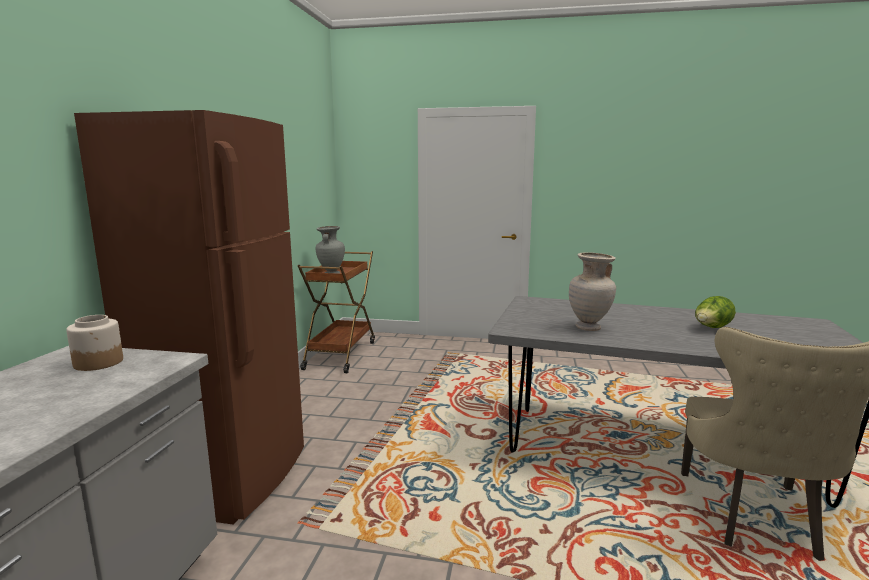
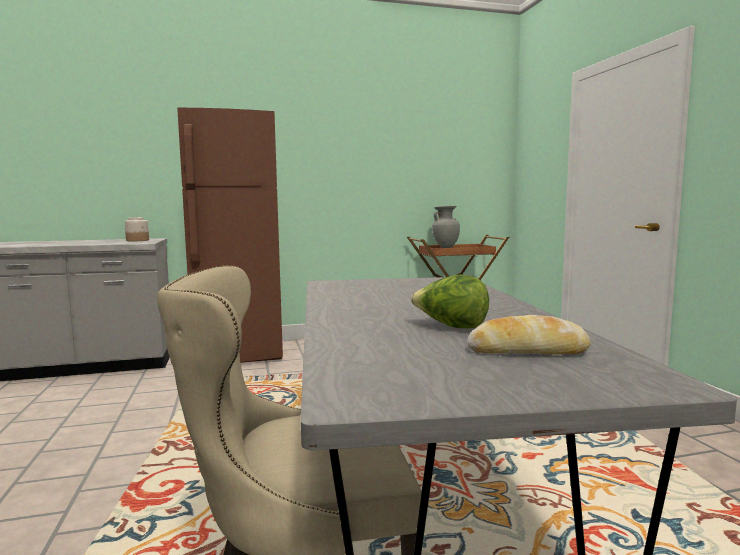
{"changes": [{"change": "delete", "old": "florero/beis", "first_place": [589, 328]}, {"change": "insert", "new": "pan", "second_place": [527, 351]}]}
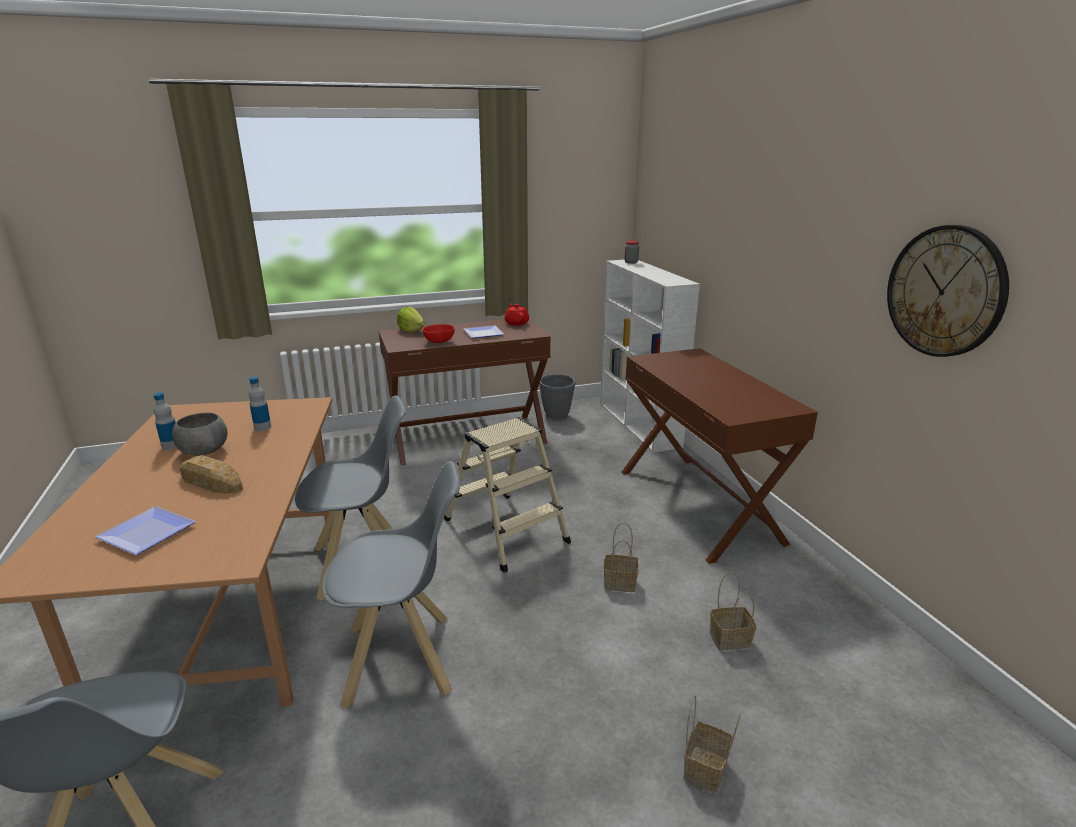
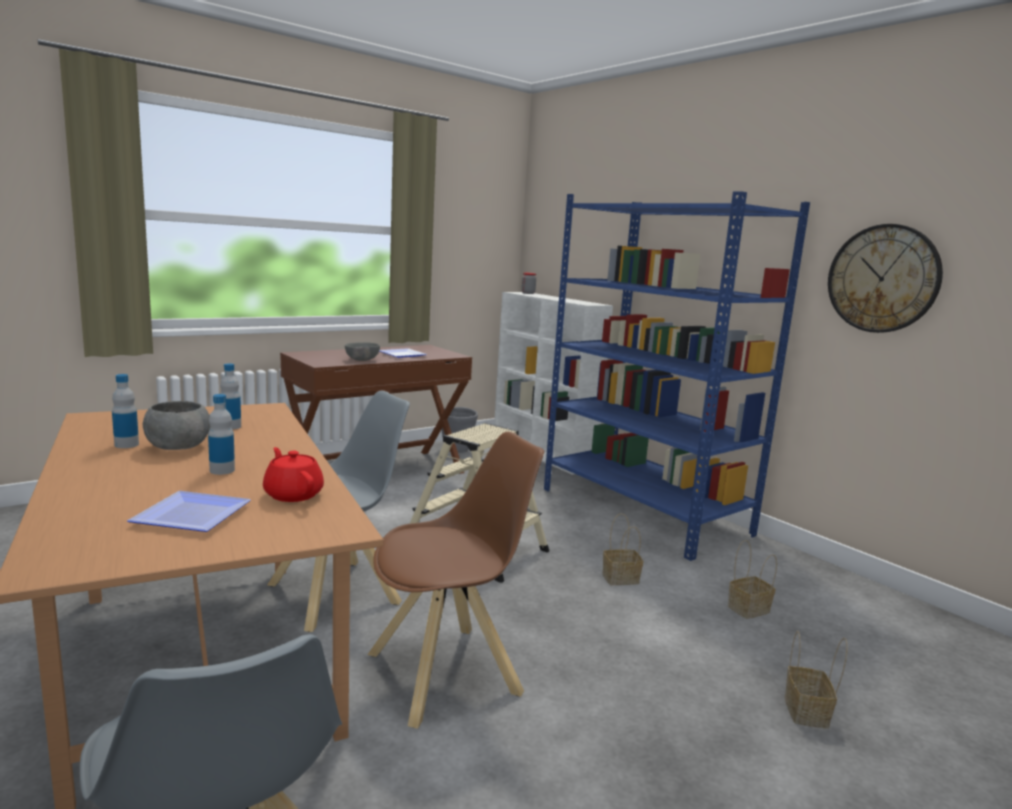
{"changes": [{"change": "delete", "old": "lechuga", "first_place": [411, 330]}, {"change": "move", "old": "tetera/rojo", "first_place": [516, 323], "second_place": [293, 494]}, {"change": "replace", "old": "pan", "new": "botella", "first_place": [211, 482], "second_place": [222, 470]}, {"change": "replace", "old": "mesa consola/marrón", "new": "estantería/azul", "first_place": [698, 505], "second_place": [643, 511]}, {"change": "recolor", "old": "silla/gris", "new": "silla/marrón", "first_place": [403, 658], "second_place": [448, 672]}, {"change": "recolor", "old": "cuenco/rojo", "new": "cuenco/gris", "first_place": [438, 342], "second_place": [361, 360]}]}
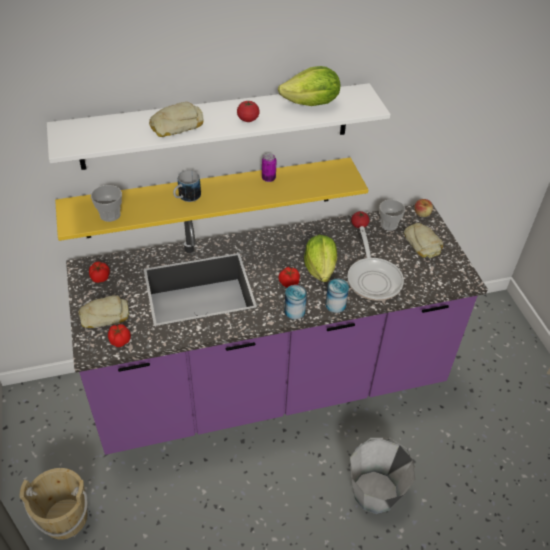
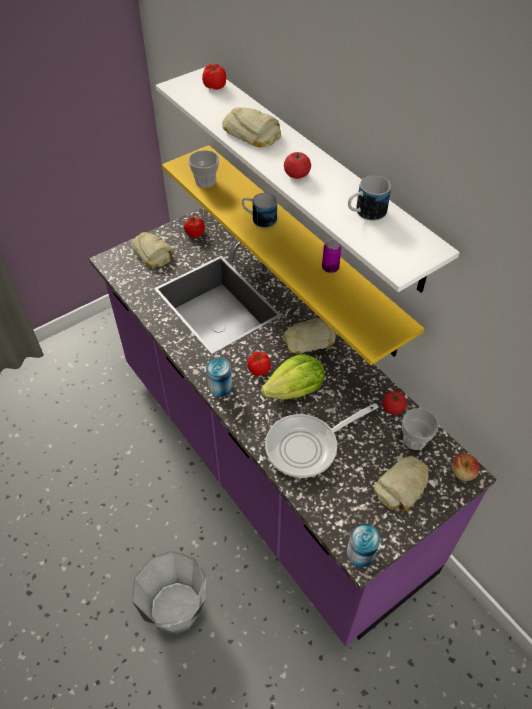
{"changes": [{"change": "delete", "old": "cubo/beis", "first_place": [65, 518]}, {"change": "insert", "new": "pan", "second_place": [308, 339]}, {"change": "move", "old": "tomate", "first_place": [119, 340], "second_place": [215, 86]}, {"change": "move", "old": "lata", "first_place": [335, 305], "second_place": [360, 553]}, {"change": "replace", "old": "lechuga", "new": "taza grande", "first_place": [311, 104], "second_place": [365, 213]}]}
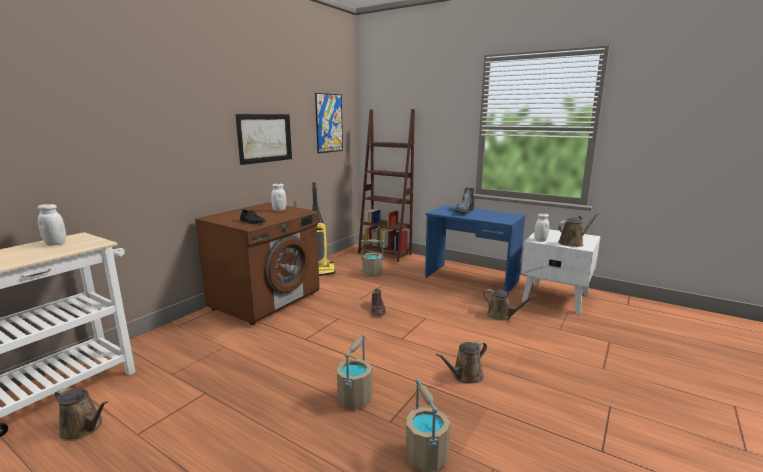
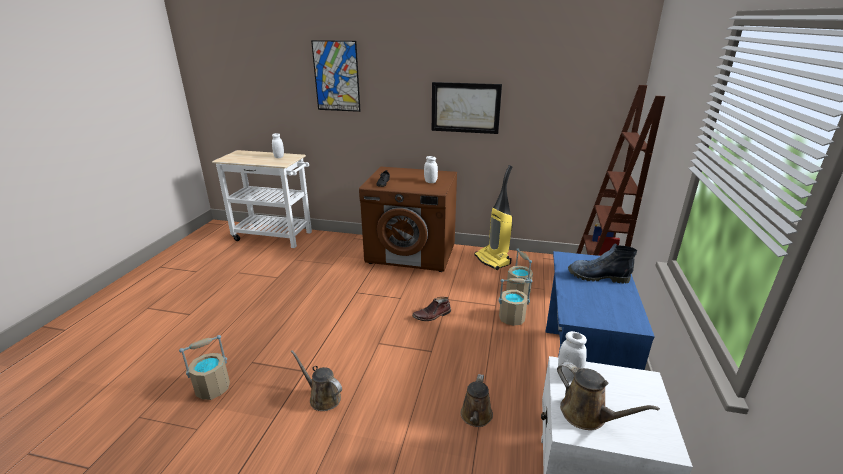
{"changes": [{"change": "delete", "old": "regadera/marrón", "first_place": [84, 428]}, {"change": "move", "old": "cuadro", "first_place": [329, 123], "second_place": [336, 76]}, {"change": "move", "old": "cubo/beis", "first_place": [354, 399], "second_place": [511, 318]}]}
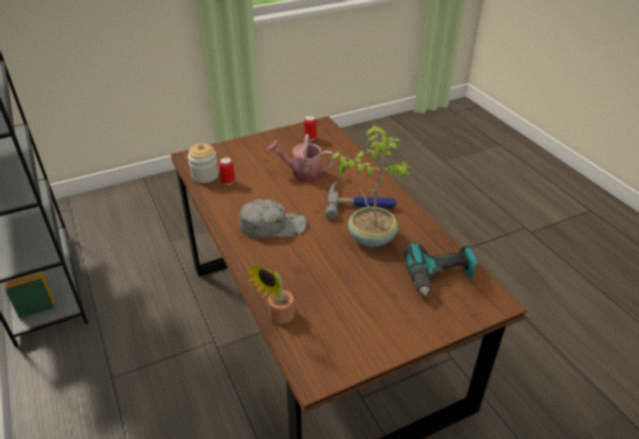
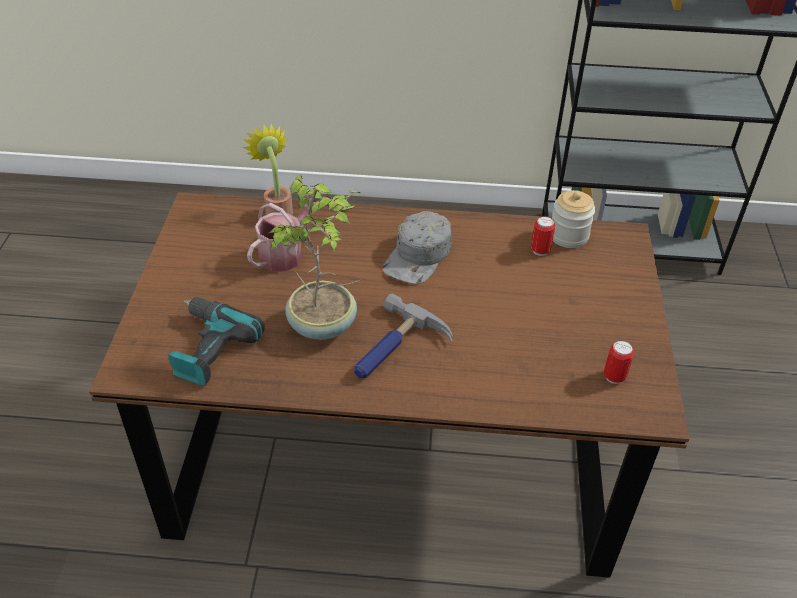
{"changes": [{"change": "move", "old": "regadera", "first_place": [302, 172], "second_place": [285, 253]}]}
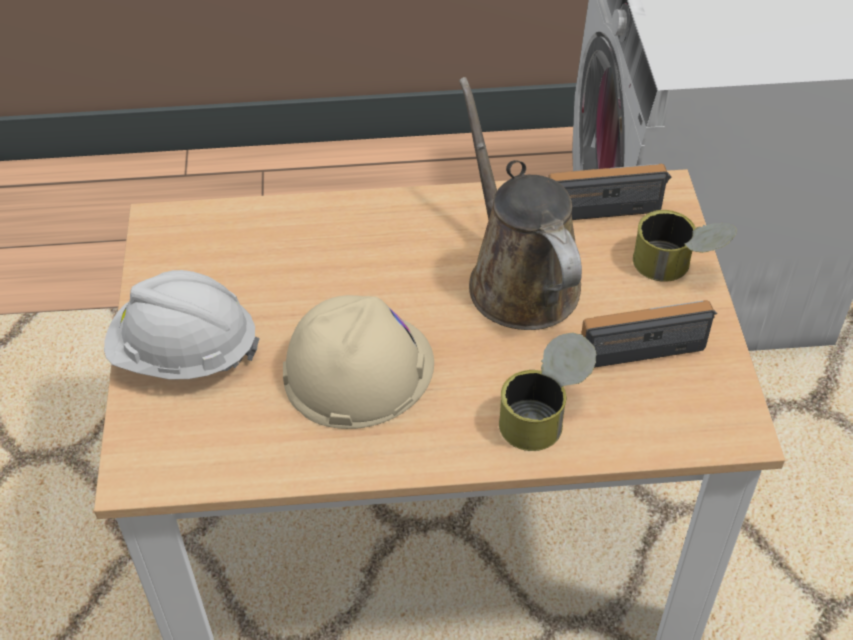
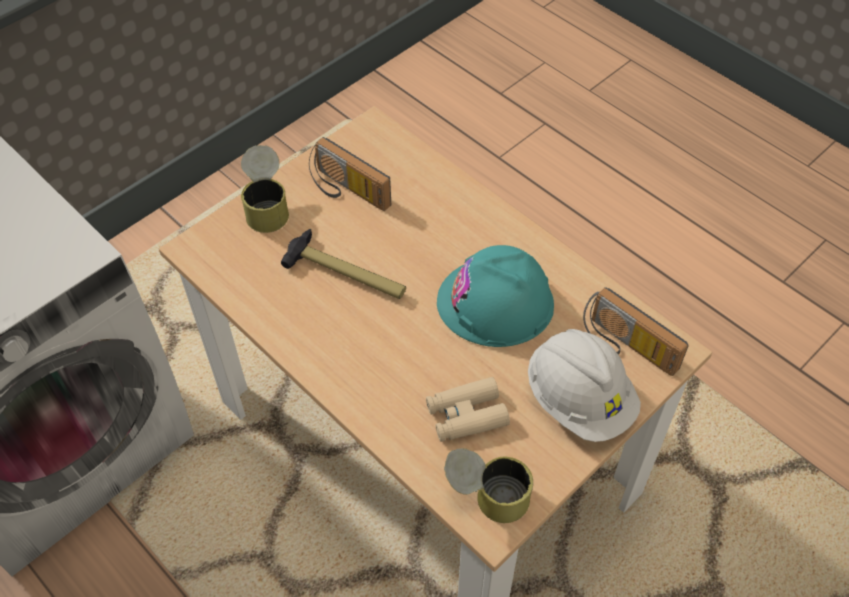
{"changes": [{"change": "insert", "new": "prismáticos/beis", "second_place": [466, 415]}, {"change": "move", "old": "lata", "first_place": [545, 414], "second_place": [486, 496]}, {"change": "move", "old": "radio", "first_place": [604, 203], "second_place": [625, 348]}, {"change": "replace", "old": "regadera/marrón", "new": "martillo", "first_place": [518, 278], "second_place": [346, 274]}, {"change": "recolor", "old": "casco/beis", "new": "casco/turquesa", "first_place": [358, 369], "second_place": [495, 303]}]}
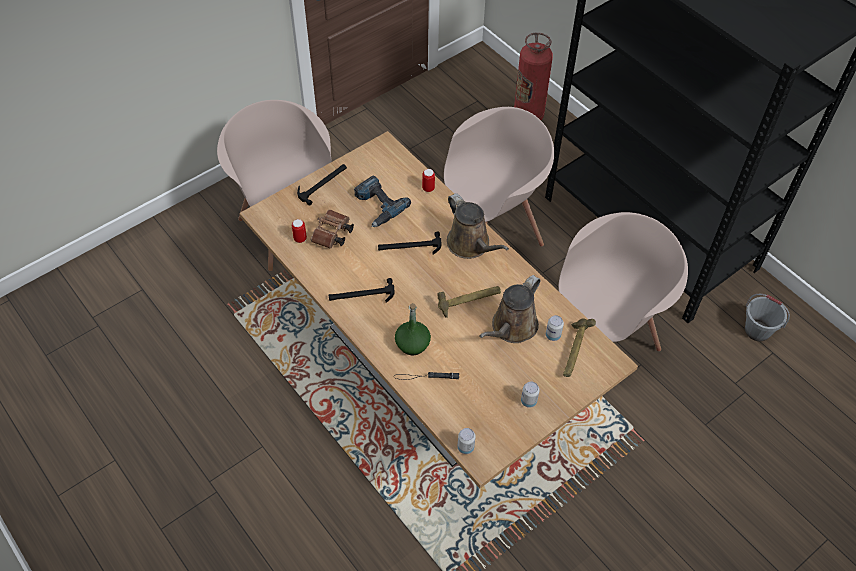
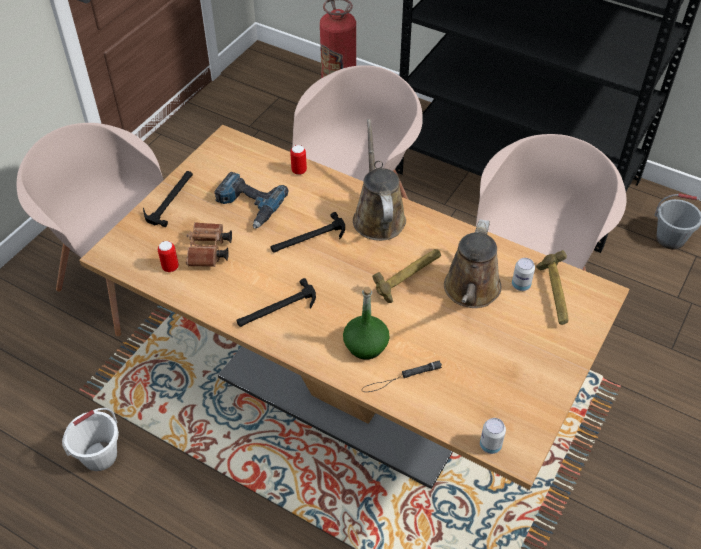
{"changes": [{"change": "delete", "old": "lata", "first_place": [528, 401]}, {"change": "insert", "new": "cubo/blanco", "second_place": [100, 456]}, {"change": "rotate", "old": "regadera/marrón", "first_place": [471, 245], "second_place": [378, 216], "degrees": -135}]}
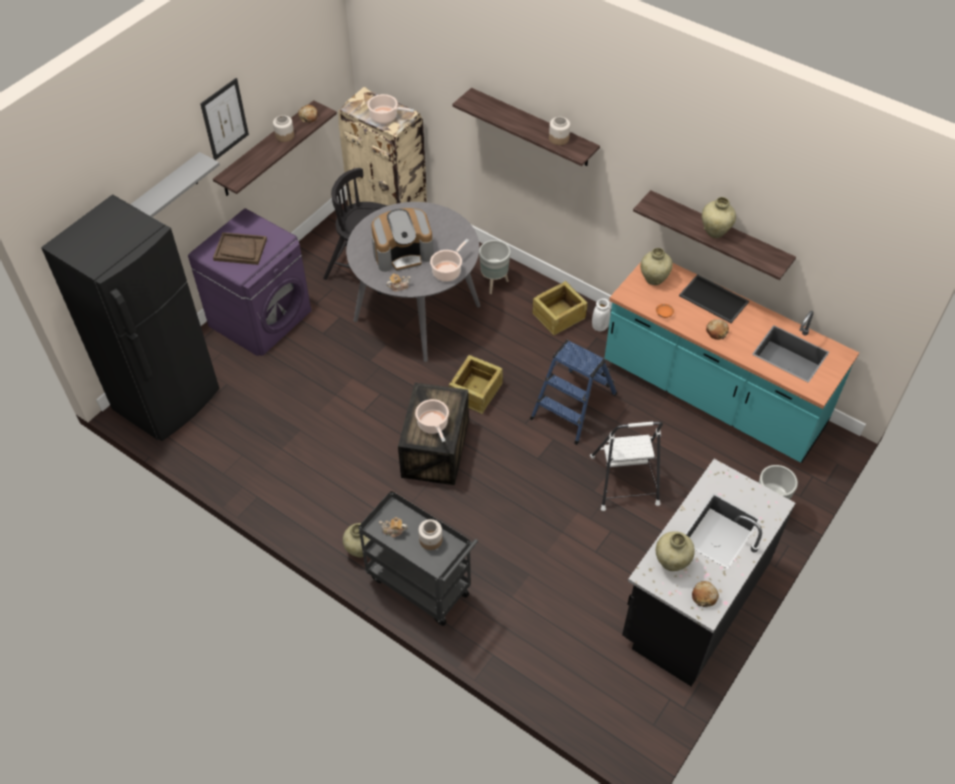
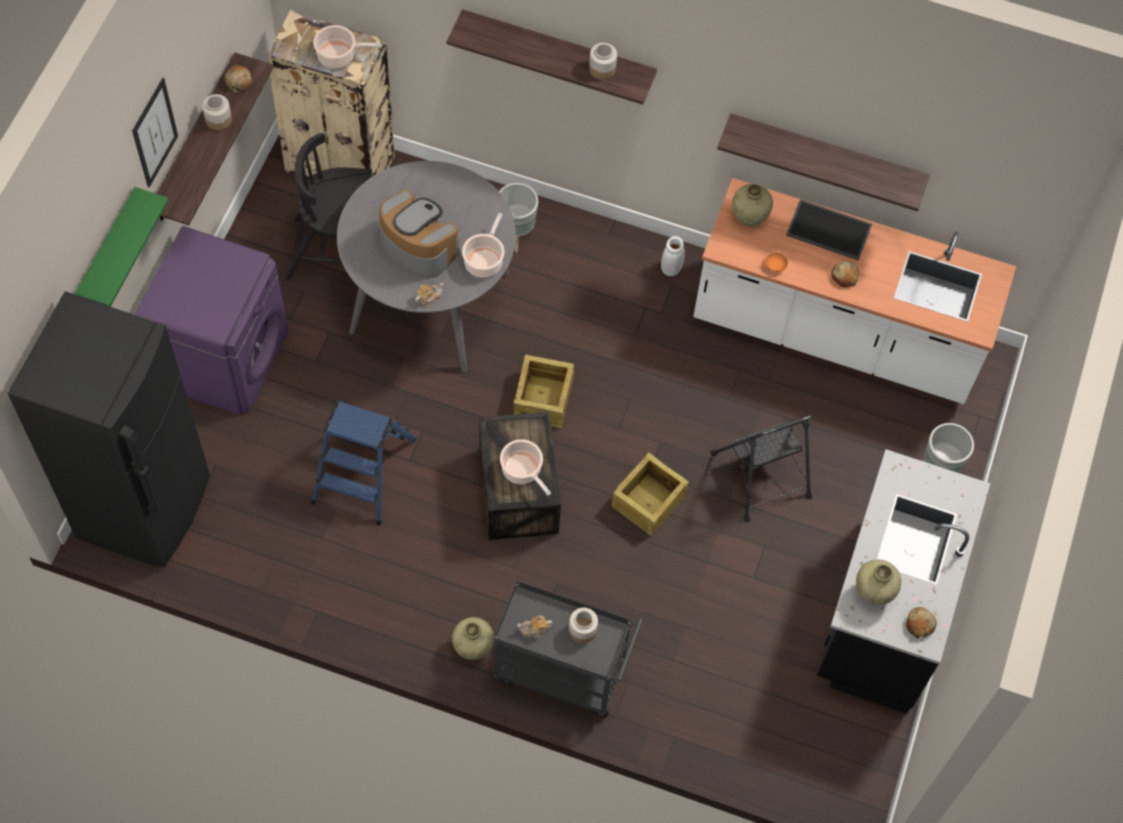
{"changes": [{"change": "delete", "old": "bandeja/marrón", "first_place": [240, 250]}, {"change": "delete", "old": "florero/beis", "first_place": [714, 232]}, {"change": "move", "old": "escalera de tijera/azul", "first_place": [573, 406], "second_place": [364, 470]}, {"change": "move", "old": "caja de embalaje", "first_place": [558, 316], "second_place": [647, 501]}, {"change": "recolor", "old": "estante/gris", "new": "estante/verde", "first_place": [168, 190], "second_place": [108, 251]}, {"change": "recolor", "old": "escalera de tijera/blanco", "new": "escalera de tijera/negro", "first_place": [624, 481], "second_place": [762, 477]}, {"change": "recolor", "old": "mueble bajo de cocina/turquesa", "new": "mueble bajo de cocina/blanco", "first_place": [712, 396], "second_place": [835, 335]}, {"change": "rotate", "old": "cafetera", "first_place": [403, 253], "second_place": [417, 246], "degrees": -105}]}
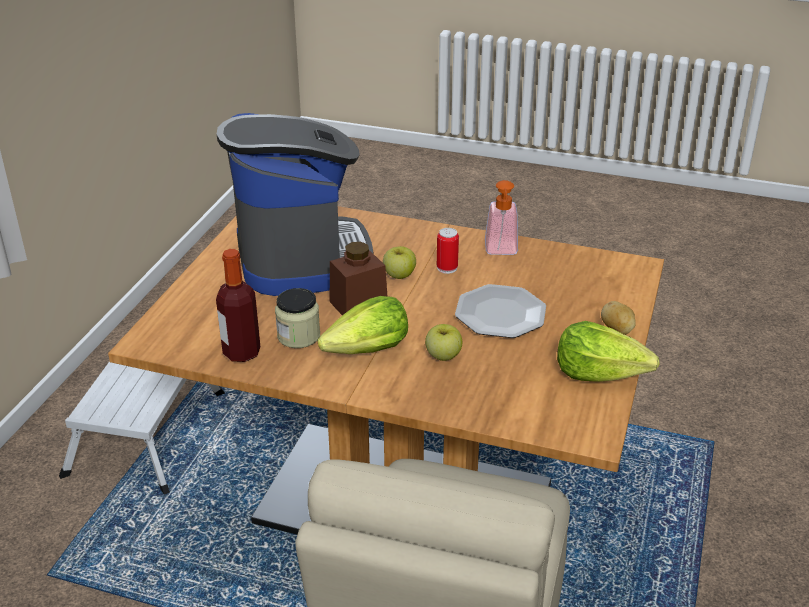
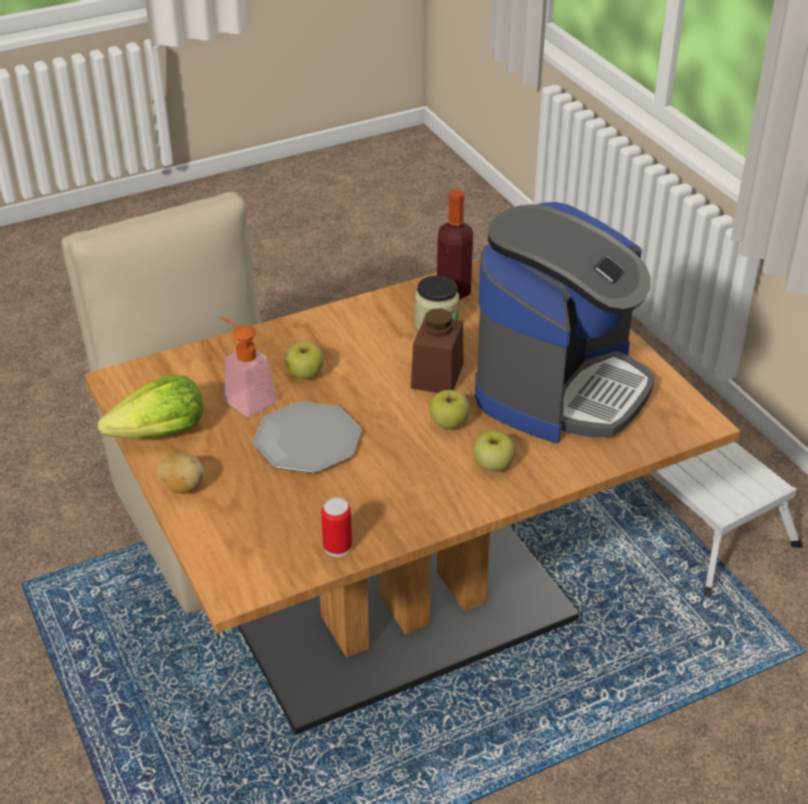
{"changes": [{"change": "delete", "old": "lechuga", "first_place": [368, 350]}, {"change": "insert", "new": "manzana", "second_place": [493, 465]}, {"change": "move", "old": "lata", "first_place": [447, 268], "second_place": [337, 547]}, {"change": "move", "old": "dispensador de jabón", "first_place": [501, 251], "second_place": [245, 398]}, {"change": "rotate", "old": "cafetera", "first_place": [300, 257], "second_place": [560, 387], "degrees": -90}]}
